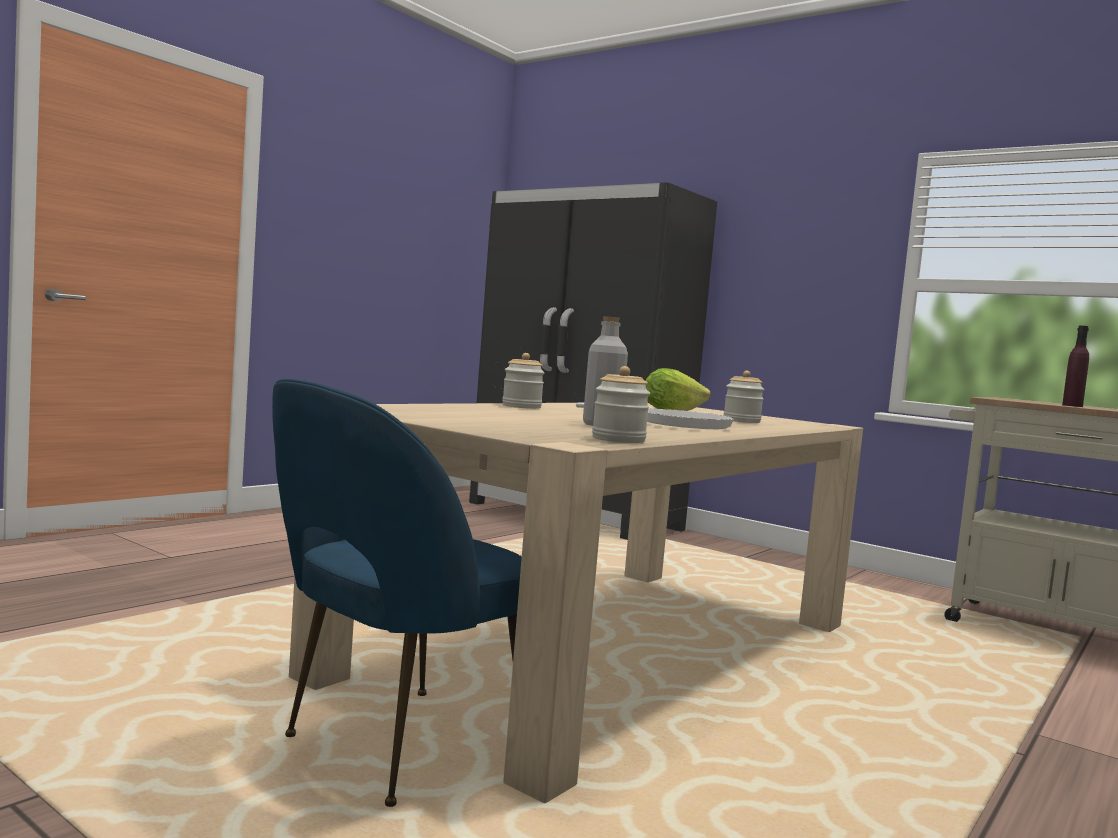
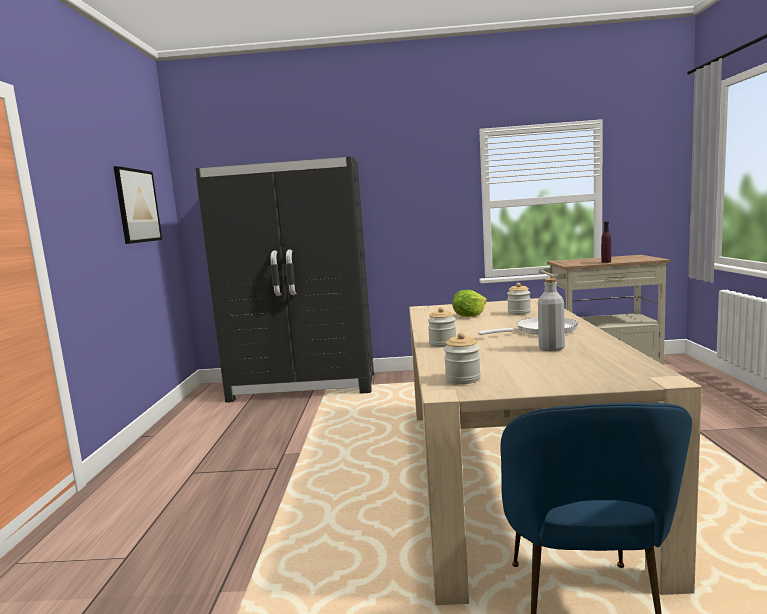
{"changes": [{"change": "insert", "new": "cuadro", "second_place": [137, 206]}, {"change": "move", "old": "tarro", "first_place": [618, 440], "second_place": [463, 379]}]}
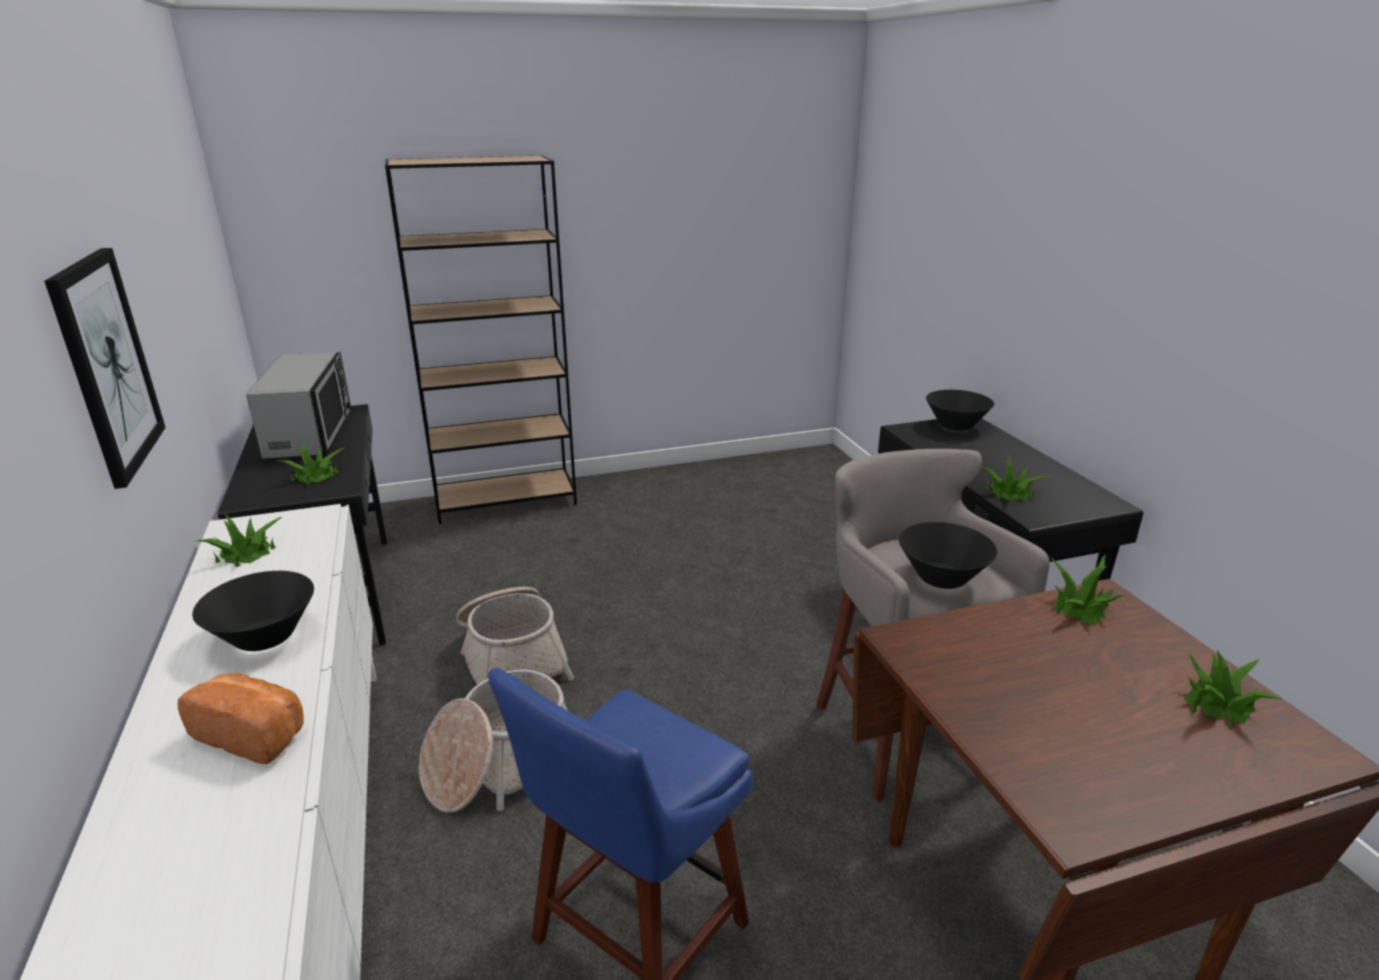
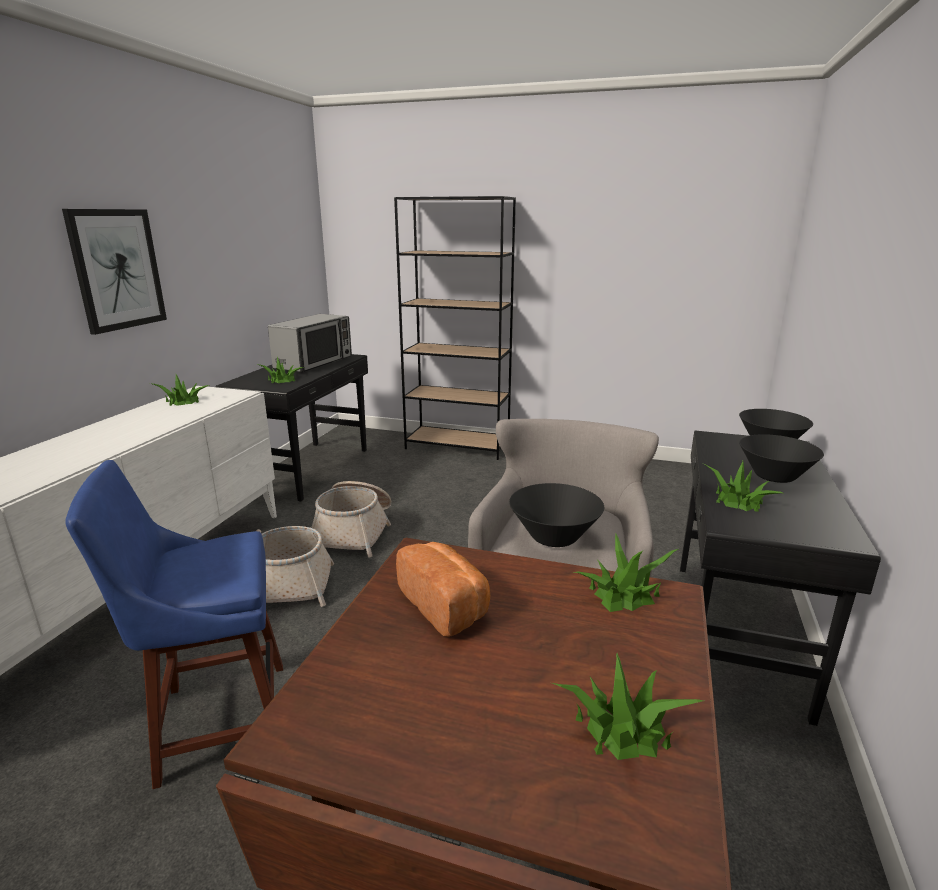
{"changes": [{"change": "move", "old": "pan", "first_place": [255, 734], "second_place": [446, 605]}, {"change": "move", "old": "cuenco/negro", "first_place": [264, 637], "second_place": [774, 476]}]}
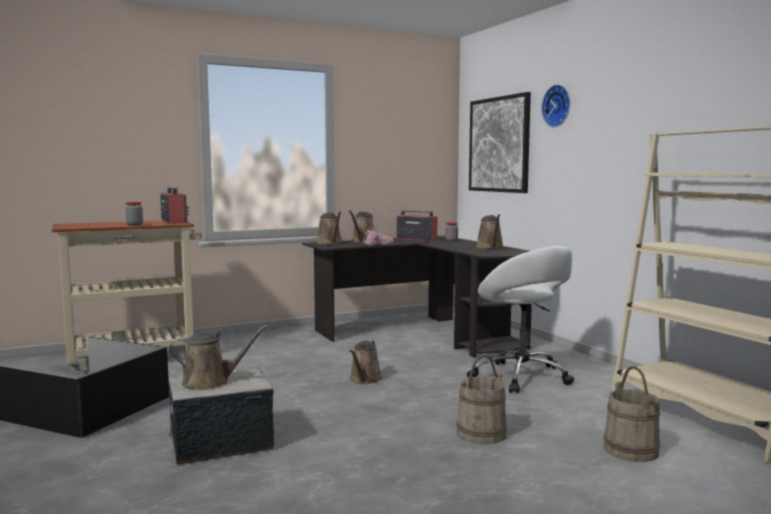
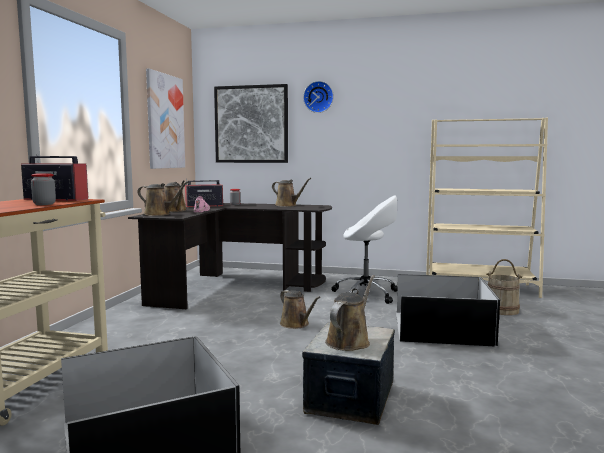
{"changes": [{"change": "insert", "new": "cuadro", "second_place": [165, 121]}, {"change": "replace", "old": "cubo/beis", "new": "caja de almacenaje/negro", "first_place": [481, 433], "second_place": [441, 327]}]}
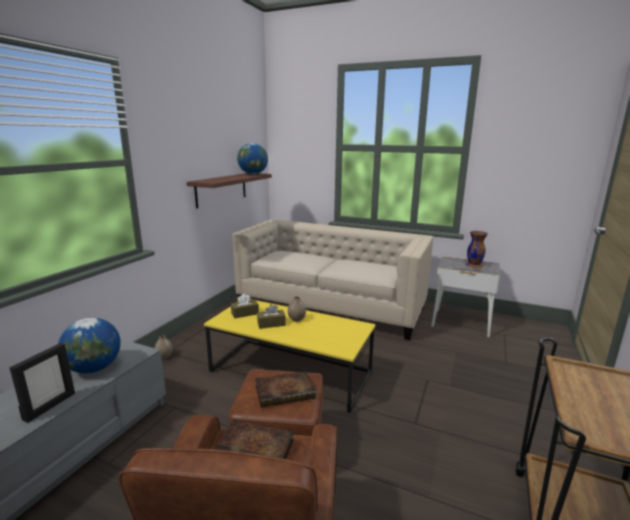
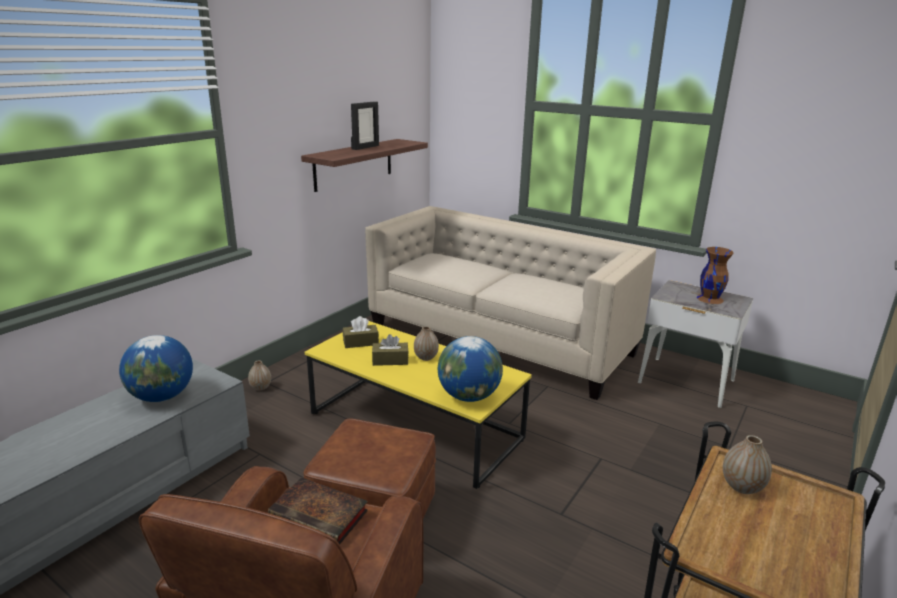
{"changes": [{"change": "delete", "old": "libro", "first_place": [286, 391]}, {"change": "insert", "new": "florero", "second_place": [742, 487]}, {"change": "move", "old": "portarretratos", "first_place": [49, 406], "second_place": [365, 147]}, {"change": "move", "old": "globo terráqueo", "first_place": [253, 174], "second_place": [469, 396]}]}
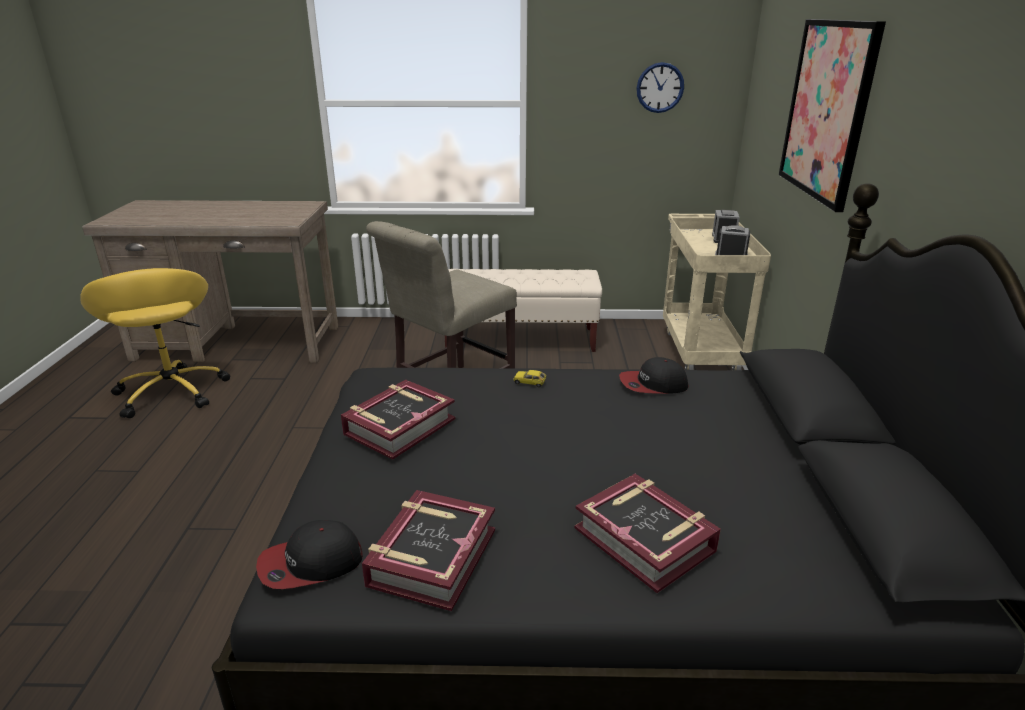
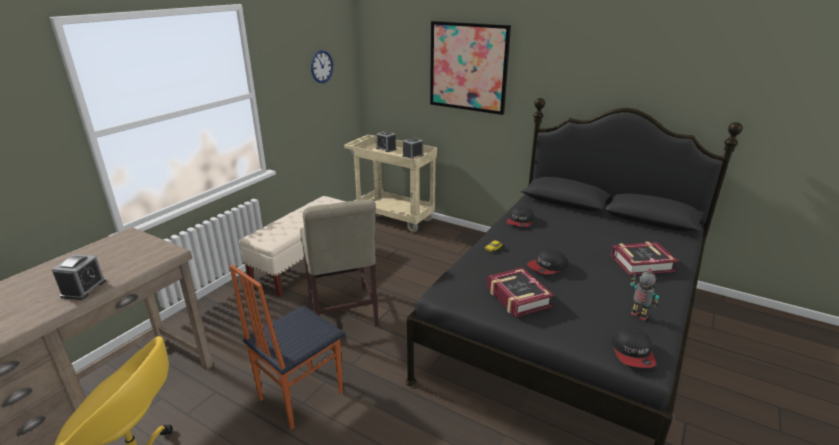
{"changes": [{"change": "insert", "new": "despertador", "second_place": [84, 289]}, {"change": "insert", "new": "silla", "second_place": [300, 395]}, {"change": "insert", "new": "gorra", "second_place": [547, 267]}, {"change": "replace", "old": "libro", "new": "robot de juguete", "first_place": [431, 557], "second_place": [638, 316]}]}
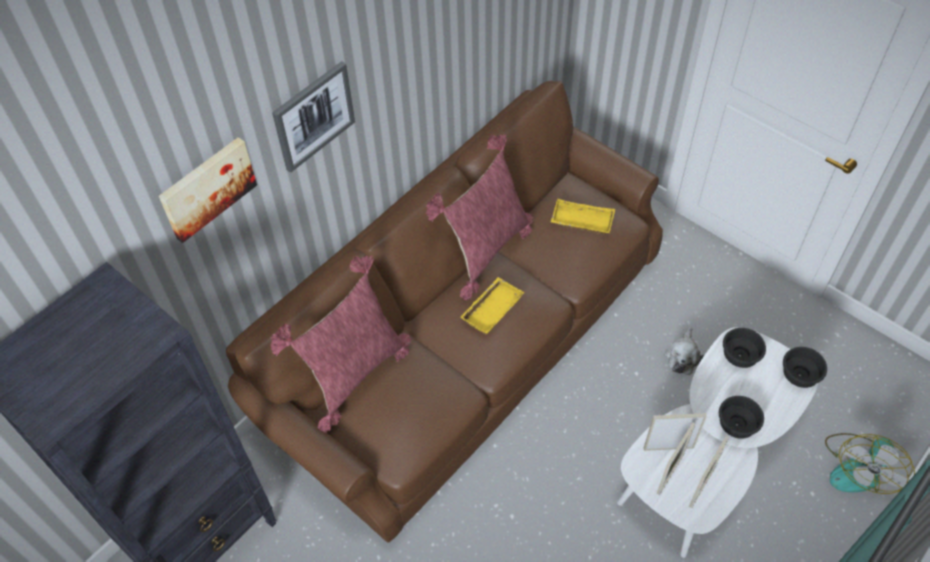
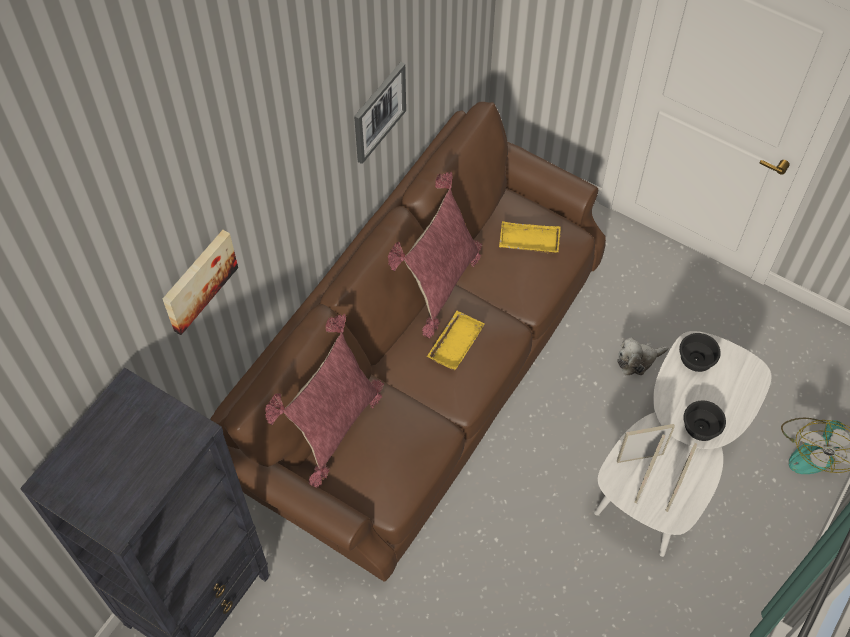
{"changes": [{"change": "delete", "old": "cuenco/negro", "first_place": [800, 376]}, {"change": "move", "old": "cuadro", "first_place": [313, 116], "second_place": [378, 112]}, {"change": "rotate", "old": "peluche", "first_place": [682, 356], "second_place": [637, 360], "degrees": 60}]}
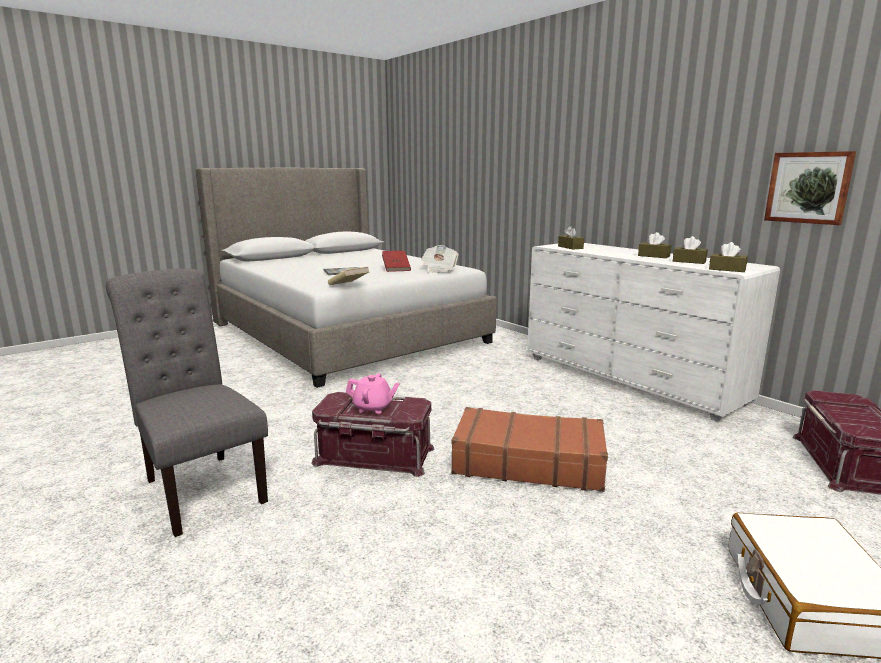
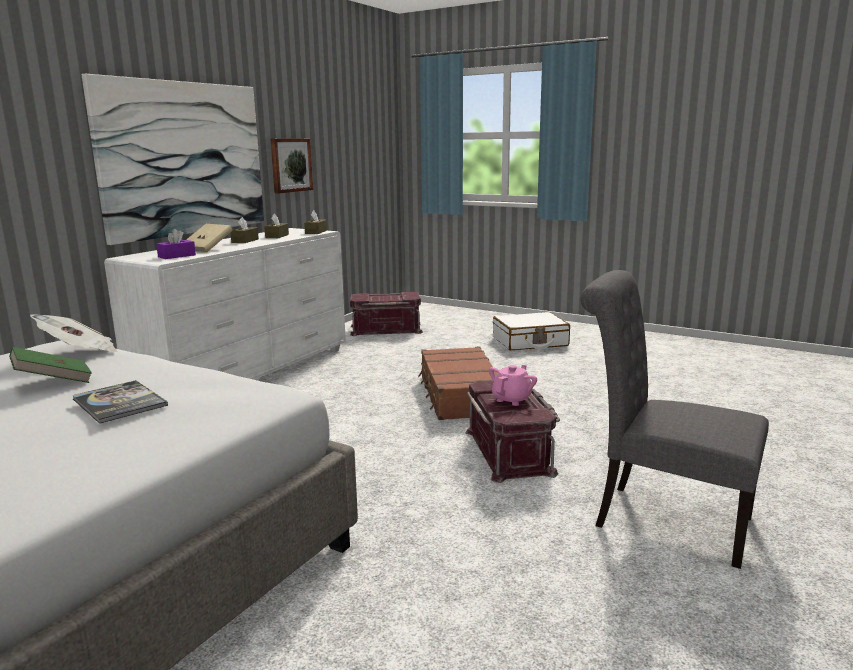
{"changes": [{"change": "insert", "new": "cuadro", "second_place": [184, 159]}, {"change": "move", "old": "libro/beis", "first_place": [348, 285], "second_place": [207, 249]}, {"change": "recolor", "old": "libro/rojo", "new": "libro/verde", "first_place": [396, 269], "second_place": [53, 382]}, {"change": "recolor", "old": "caja de pañuelos/marrón", "new": "caja de pañuelos/morado", "first_place": [570, 247], "second_place": [177, 256]}, {"change": "rotate", "old": "silla/gris", "first_place": [201, 487], "second_place": [662, 519], "degrees": 90}, {"change": "rotate", "old": "tetera/rosa", "first_place": [373, 408], "second_place": [512, 399], "degrees": 45}]}
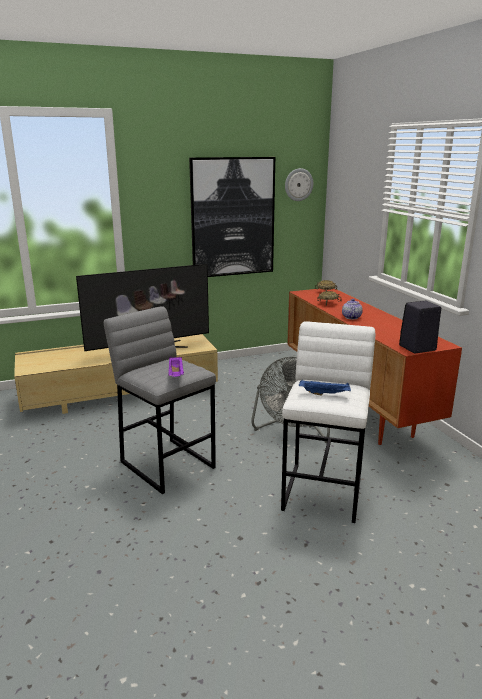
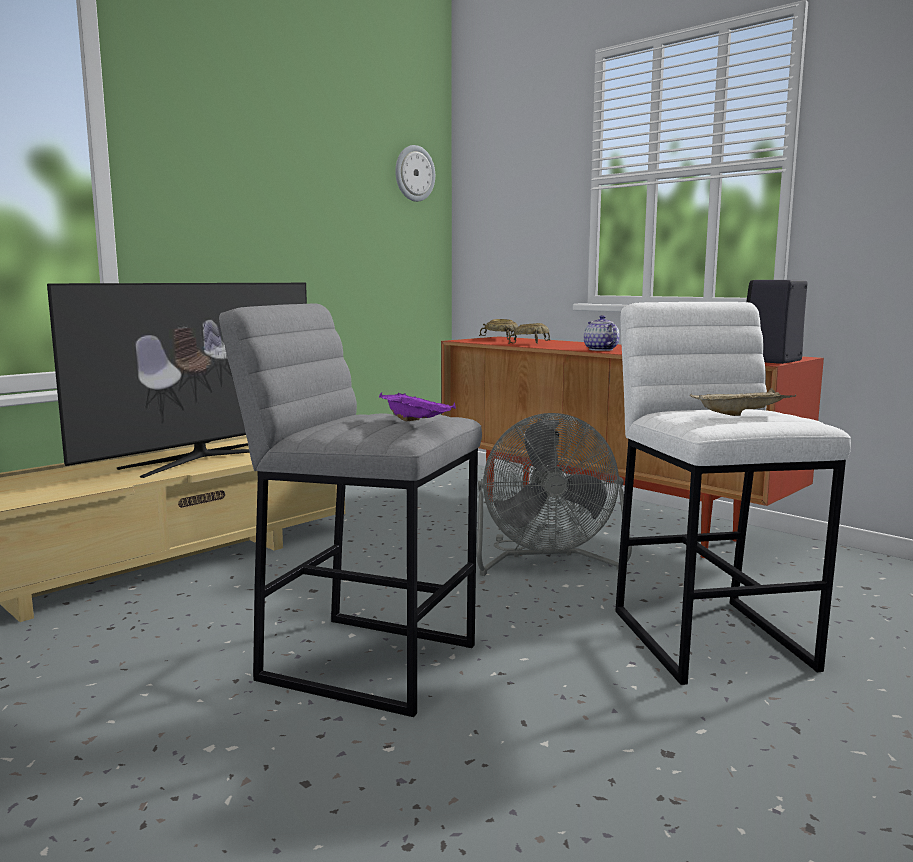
{"changes": [{"change": "delete", "old": "cuadro", "first_place": [232, 217]}, {"change": "recolor", "old": "bandeja/azul", "new": "bandeja/beis", "first_place": [325, 394], "second_place": [741, 414]}]}
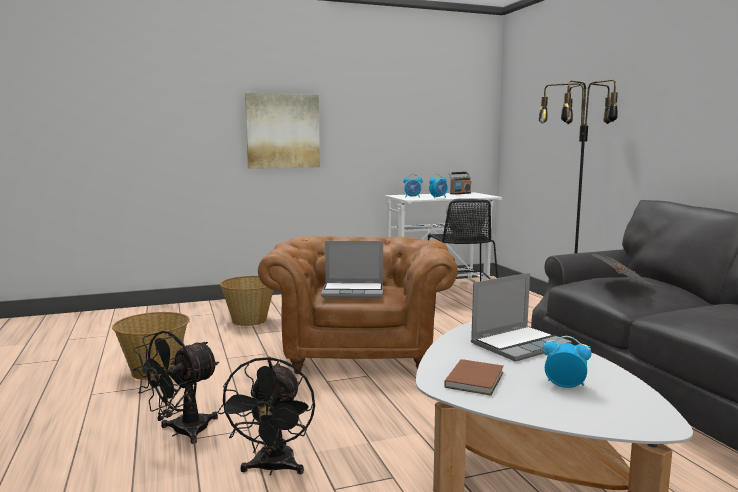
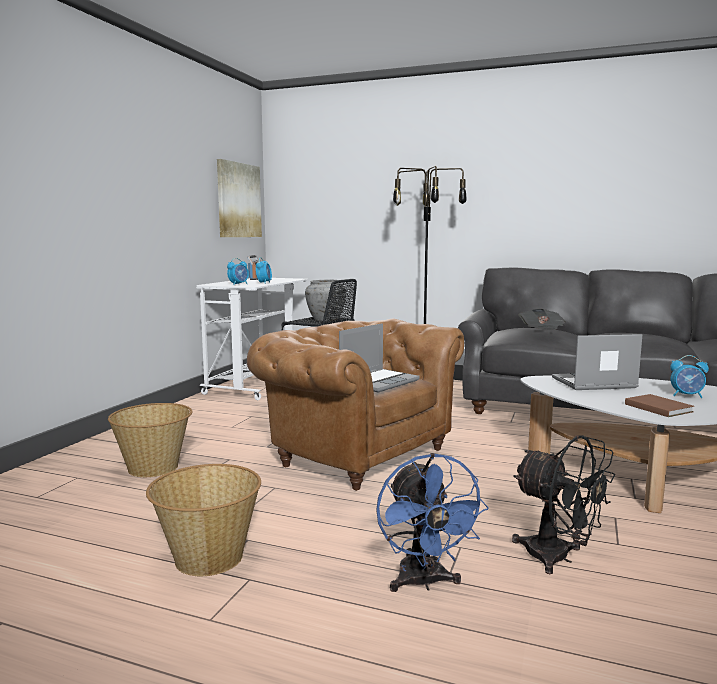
{"changes": [{"change": "move", "old": "cuadro", "first_place": [283, 131], "second_place": [238, 200]}, {"change": "recolor", "old": "ventilador/negro", "new": "ventilador/azul", "first_place": [182, 432], "second_place": [424, 583]}, {"change": "rotate", "old": "portátil", "first_place": [520, 344], "second_place": [593, 383], "degrees": -105}, {"change": "rotate", "old": "despertador", "first_place": [564, 385], "second_place": [687, 395], "degrees": -135}]}
